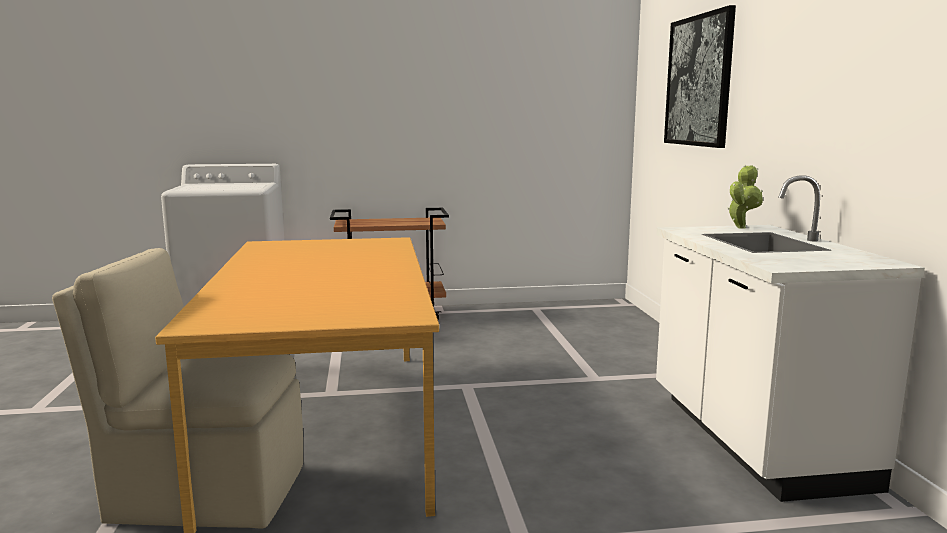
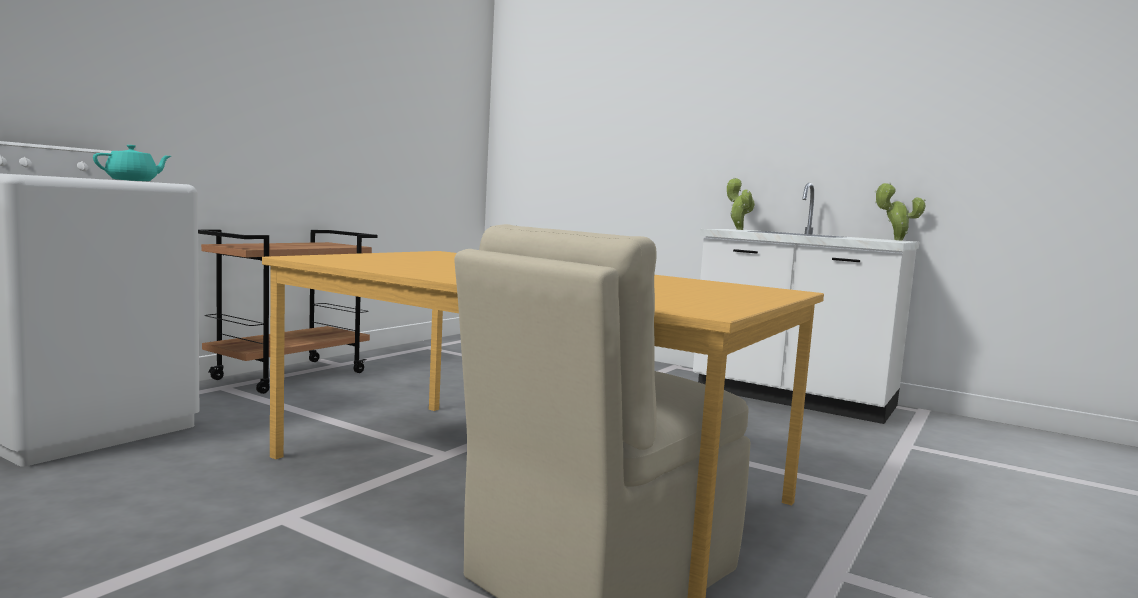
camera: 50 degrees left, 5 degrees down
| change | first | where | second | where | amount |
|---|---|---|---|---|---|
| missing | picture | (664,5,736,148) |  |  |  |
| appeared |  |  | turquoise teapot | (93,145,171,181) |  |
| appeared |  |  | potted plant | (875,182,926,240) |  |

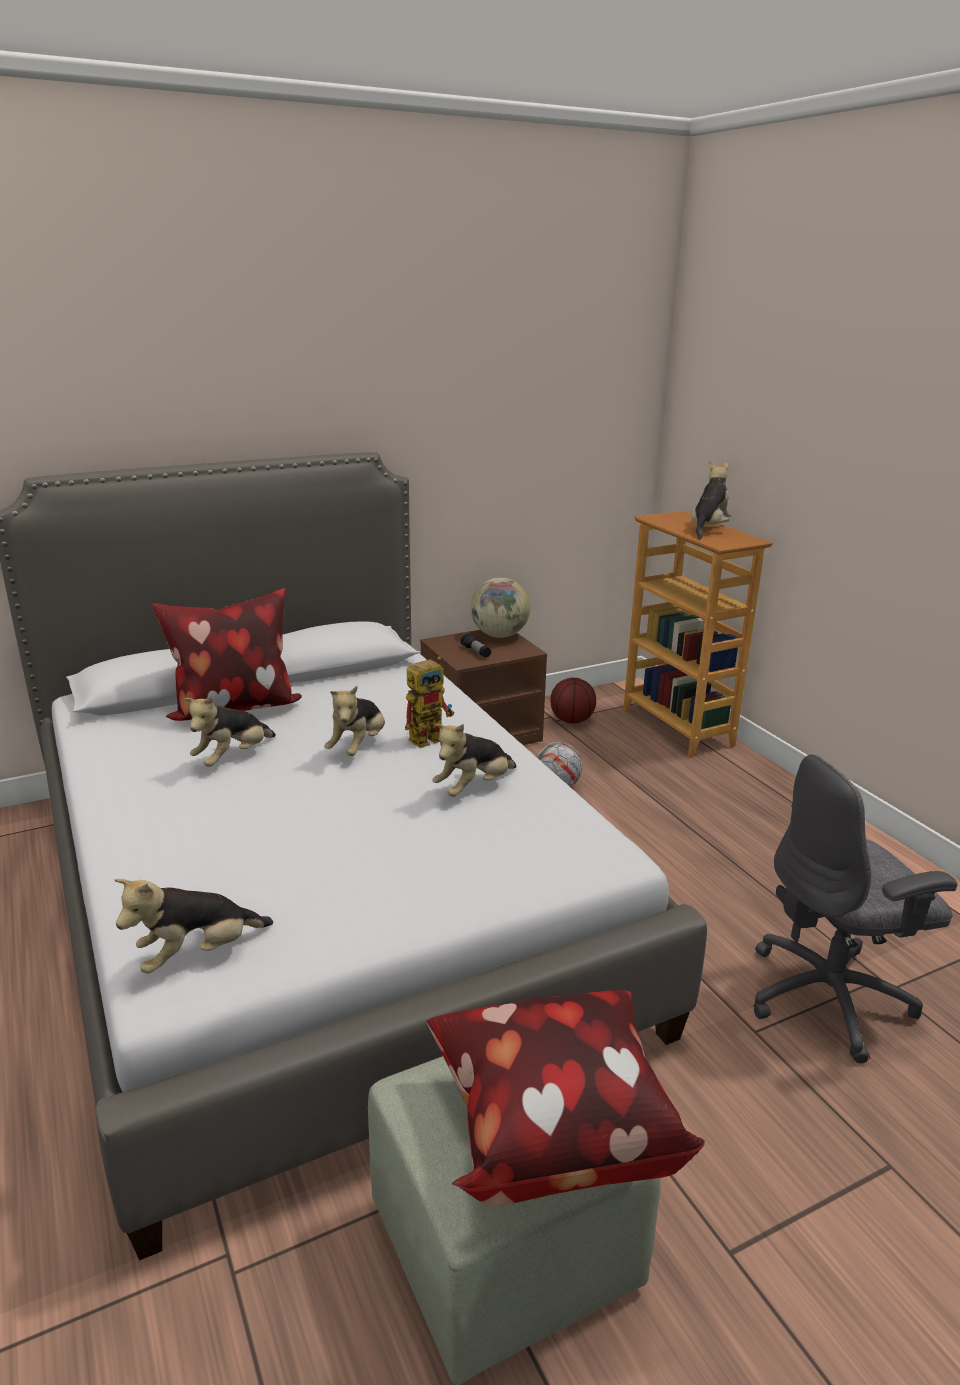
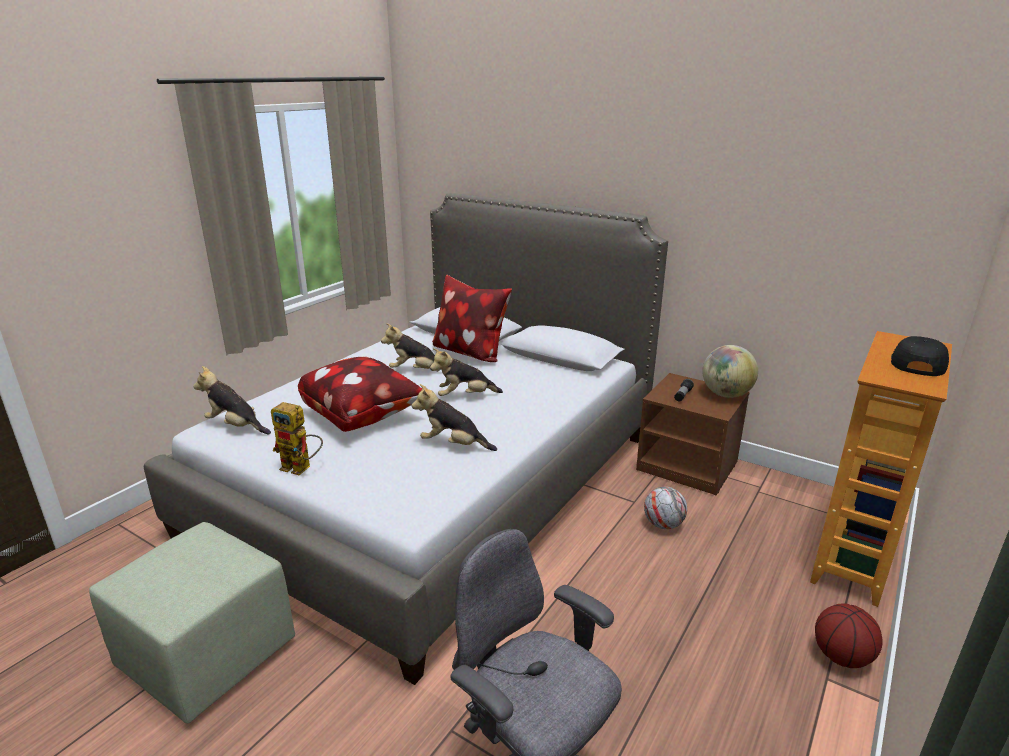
camera: 60 degrees right, 0 degrees up
| change | first | where | second | where | amount |
|---|---|---|---|---|---|
| relocated | toy robot | (405,656,454,748) |  | (271,402,323,475) |  |
| relocated | pillow | (427,990,705,1207) |  | (298,357,422,432) |  |
| relocated | basketball | (550,678,596,724) |  | (815,603,883,668) |  |
| exchanged | plush toy | (691,461,731,539) | black cap | (891,336,949,376) |  |

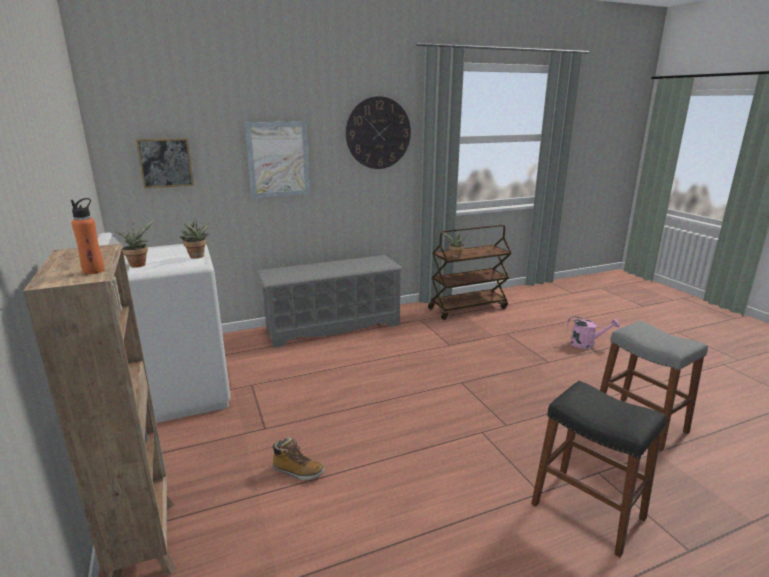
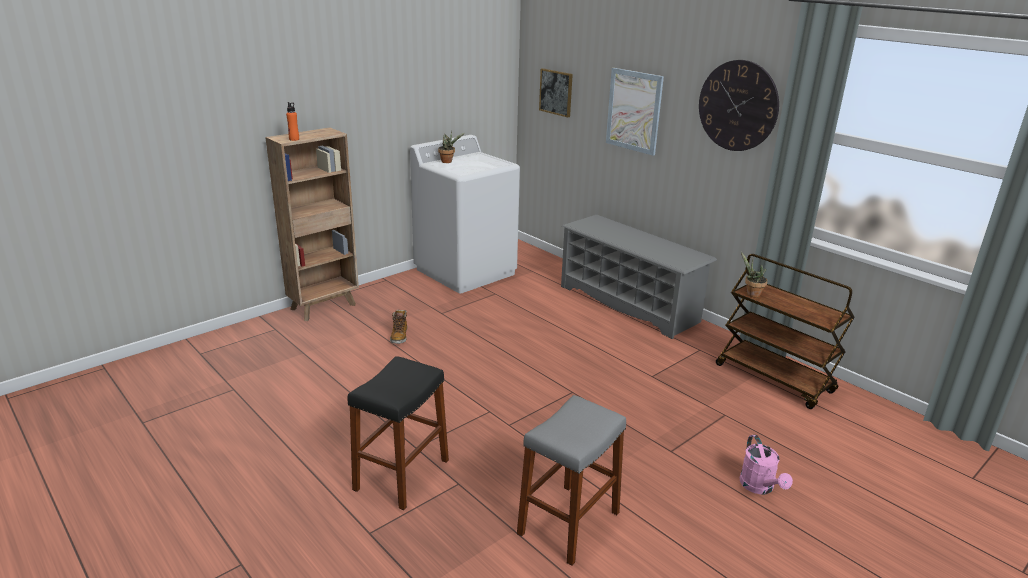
camera: 70 degrees right, 5 degrees up
| change | first | where | second | where | amount |
|---|---|---|---|---|---|
| missing | potted plant | (180,219,210,259) |  |  |  |

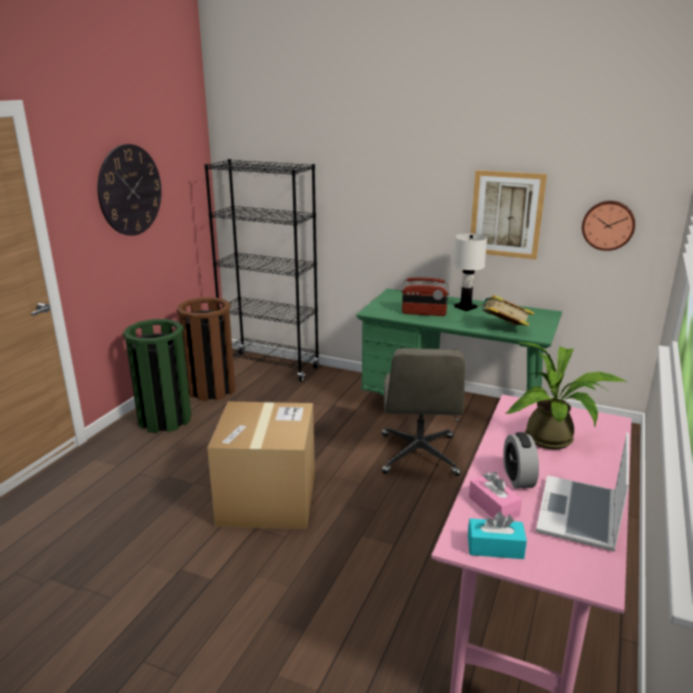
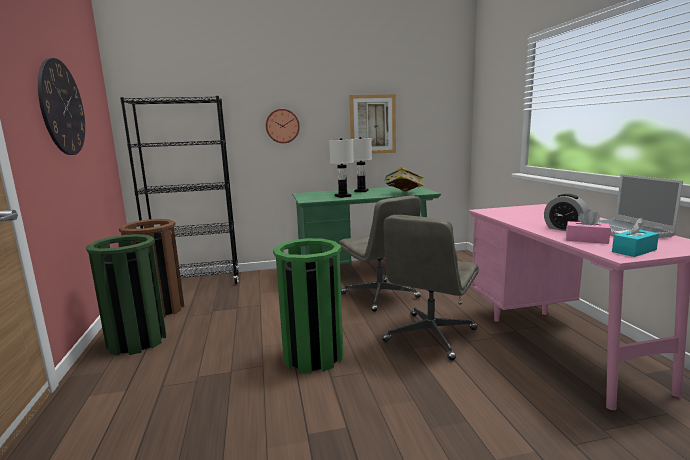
camera: 35 degrees left, 10 degrees down
| change | first | where | second | where | amount |
|---|---|---|---|---|---|
| exchanged | cardboard box | (207,402,315,529) | green trash can | (273,238,343,373) |  |
| exchanged | radio | (401,277,450,316) | white table lamp | (329,138,354,198) |  |
| missing | potted plant | (506,342,628,450) |  |  |  |
| relocated | wall clock | (582,201,635,251) |  | (266,109,300,143) |  |
| appeared |  |  | grey office chair | (382,215,479,361) |  |

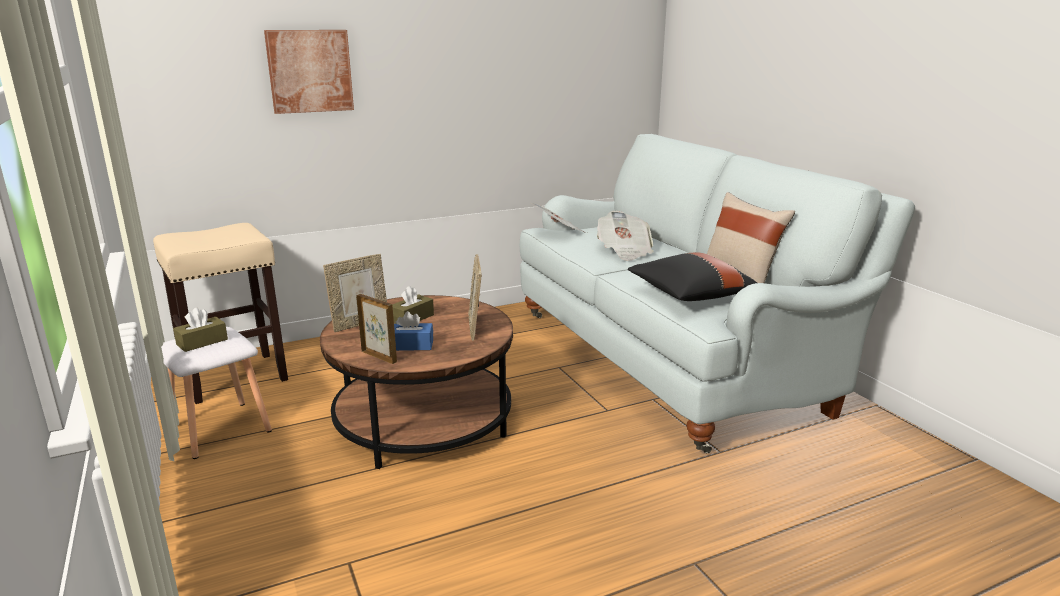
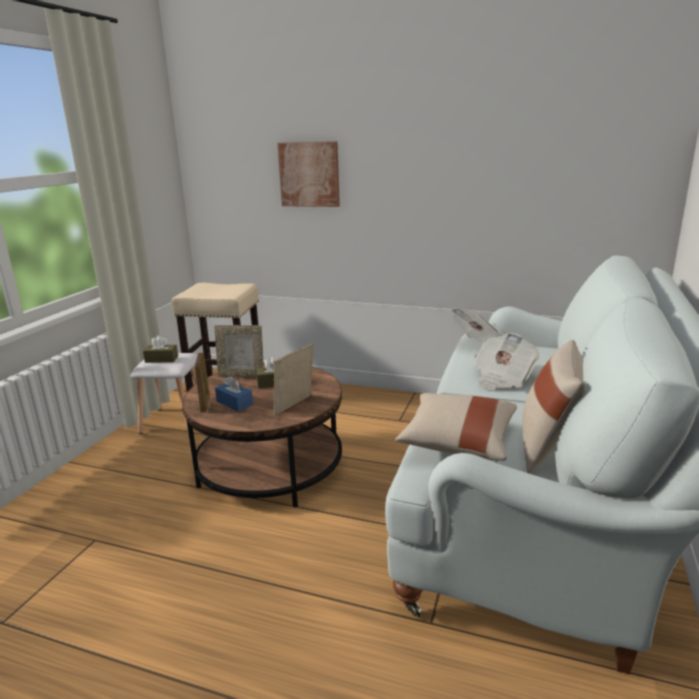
camera: 45 degrees right, 0 degrees up
| change | first | where | second | where | amount |
|---|---|---|---|---|---|
| colour | black pillow | (628,252,757,301) | beige pillow | (395,393,517,461) |  |

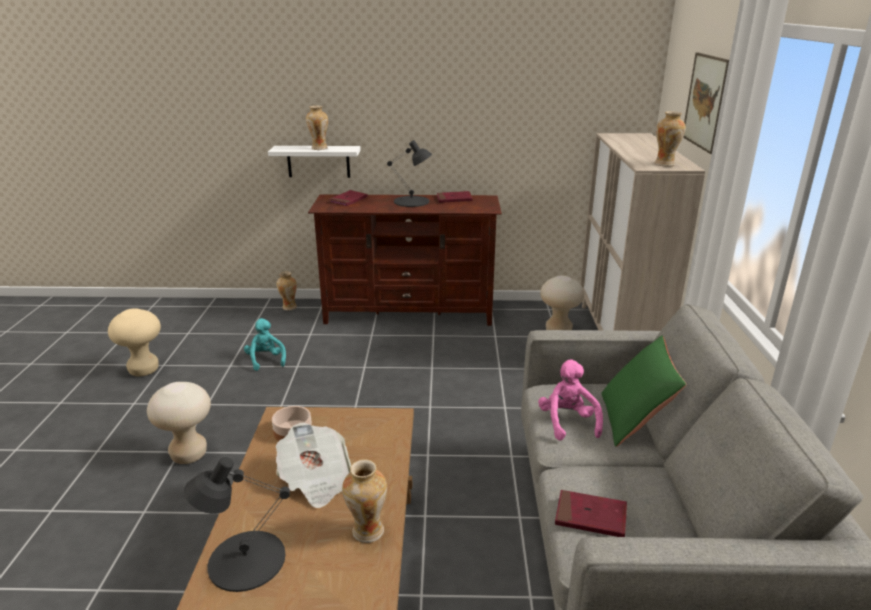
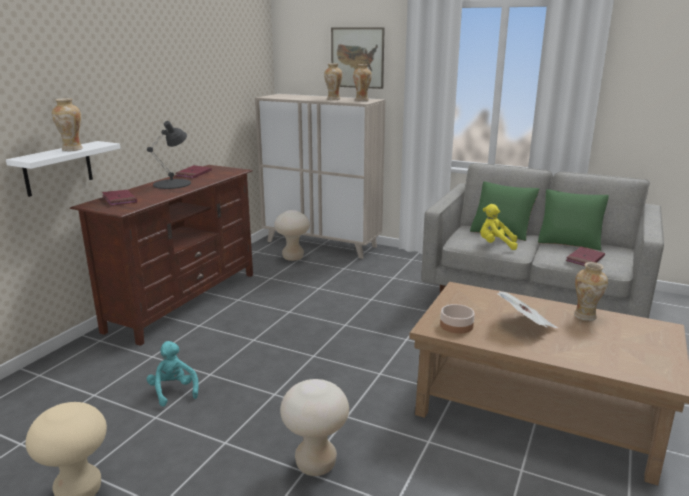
camera: 65 degrees left, 5 degrees down
| change | first | where | second | where | amount |
|---|---|---|---|---|---|
| missing | black table lamp | (184,457,290,592) |  |  |  |
| spun | turquoise plush toy | (244,318,286,371) |  | (147,341,199,407) | 60 degrees clockwise |
| relocated | vase | (276,272,297,310) |  | (324,63,343,100) |  |
| colour | pink plush toy | (538,360,603,441) | yellow plush toy | (480,204,518,250) |  |
| appeared |  |  | green pillow | (538,189,609,251) |  |

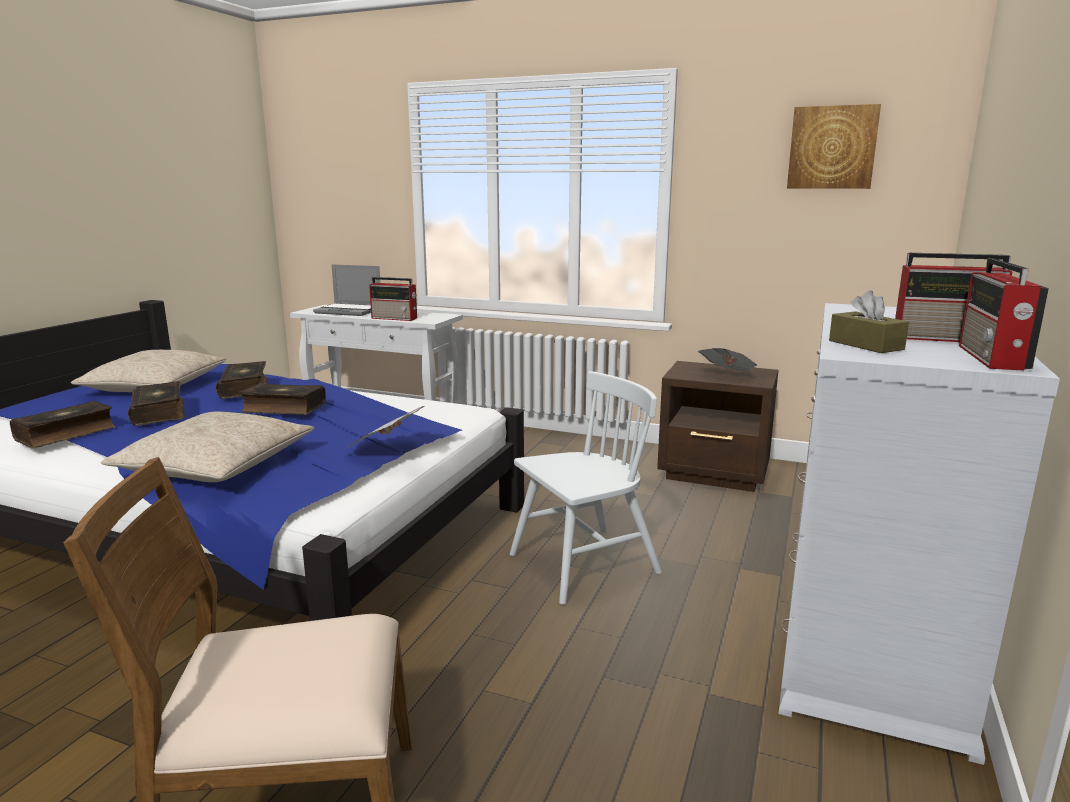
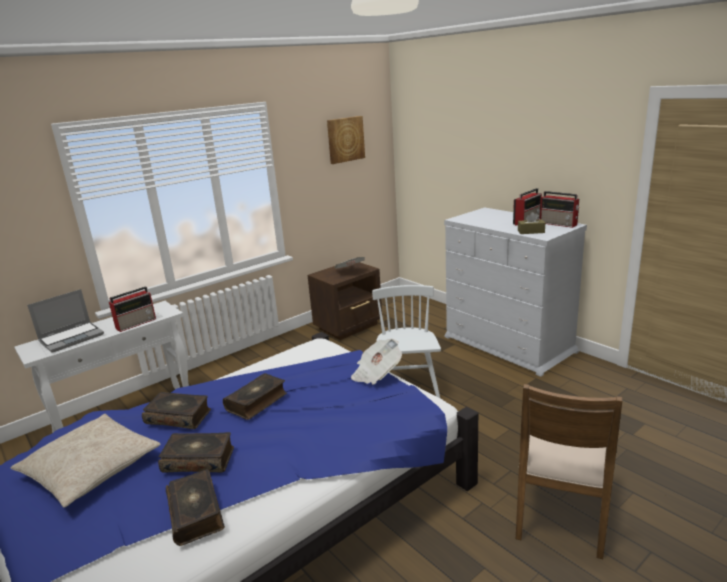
camera: 60 degrees left, 5 degrees up
| change | first | where | second | where | amount |
|---|---|---|---|---|---|
| missing | beige pillow | (101,412,314,482) |  |  |  |

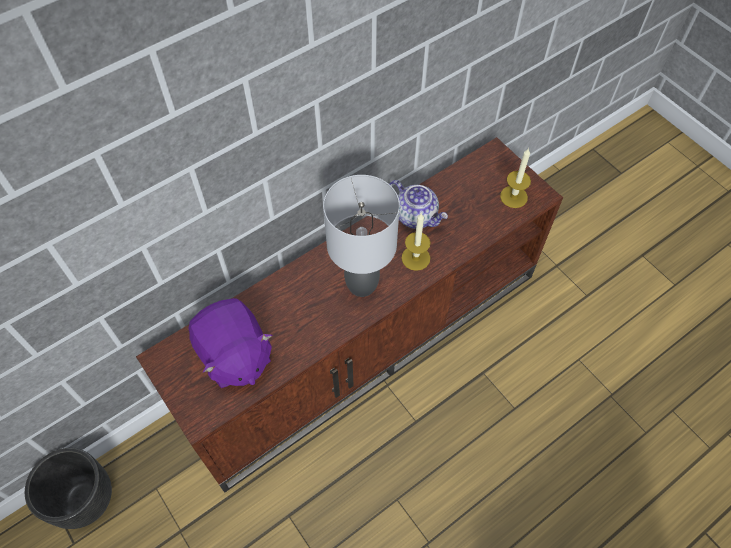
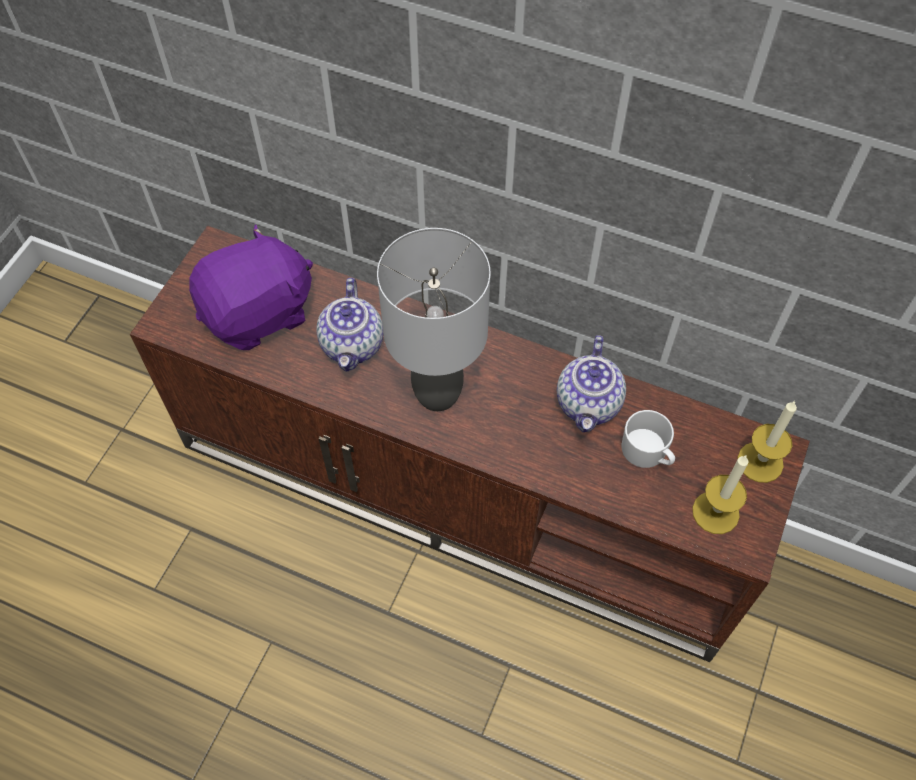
camera: 60 degrees right, 0 degrees up
| change | first | where | second | where | amount |
|---|---|---|---|---|---|
| missing | black planter | (25,448,112,529) |  |  |  |
| spun | purple plush toy | (188,298,272,388) |  | (189,224,313,350) | 150 degrees counterclockwise |
| relocated | candle | (401,213,431,271) |  | (737,401,797,483) |  |
| appeared |  |  | teapot | (316,278,383,372) |  |
| appeared |  |  | white mug | (621,410,675,468) |  |

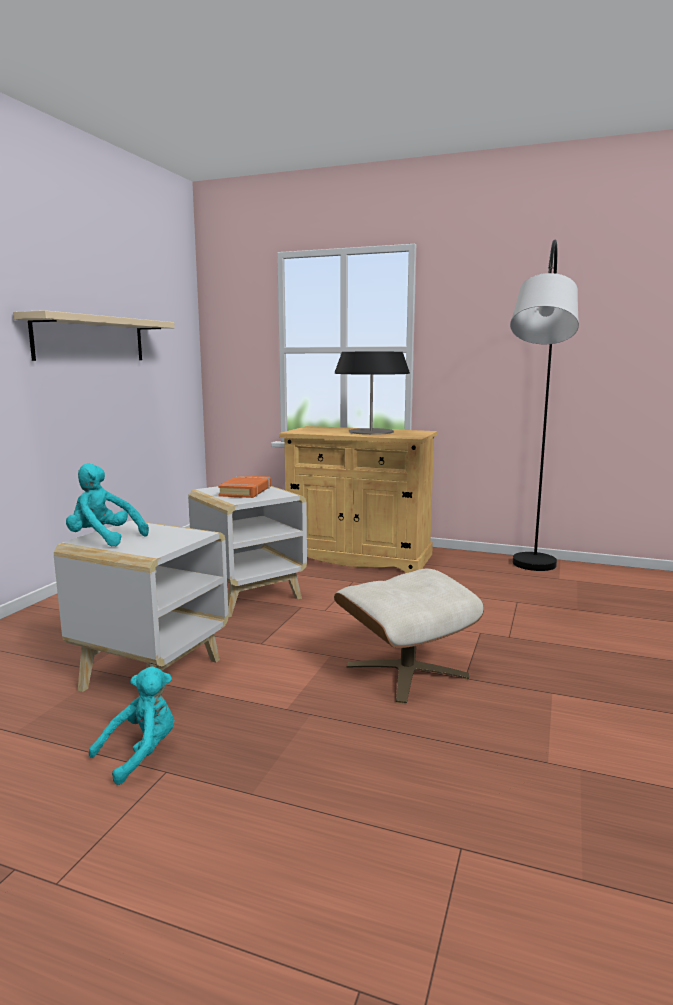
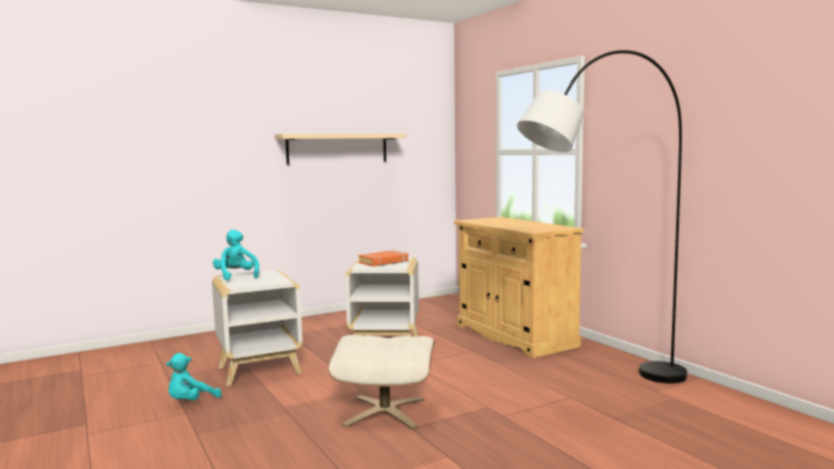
camera: 40 degrees right, 5 degrees down
| change | first | where | second | where | amount |
|---|---|---|---|---|---|
| spun | turquoise plush toy | (89,666,174,785) |  | (166,353,222,400) | 135 degrees clockwise |
| missing | table lamp | (335,352,410,435) |  |  |  |

